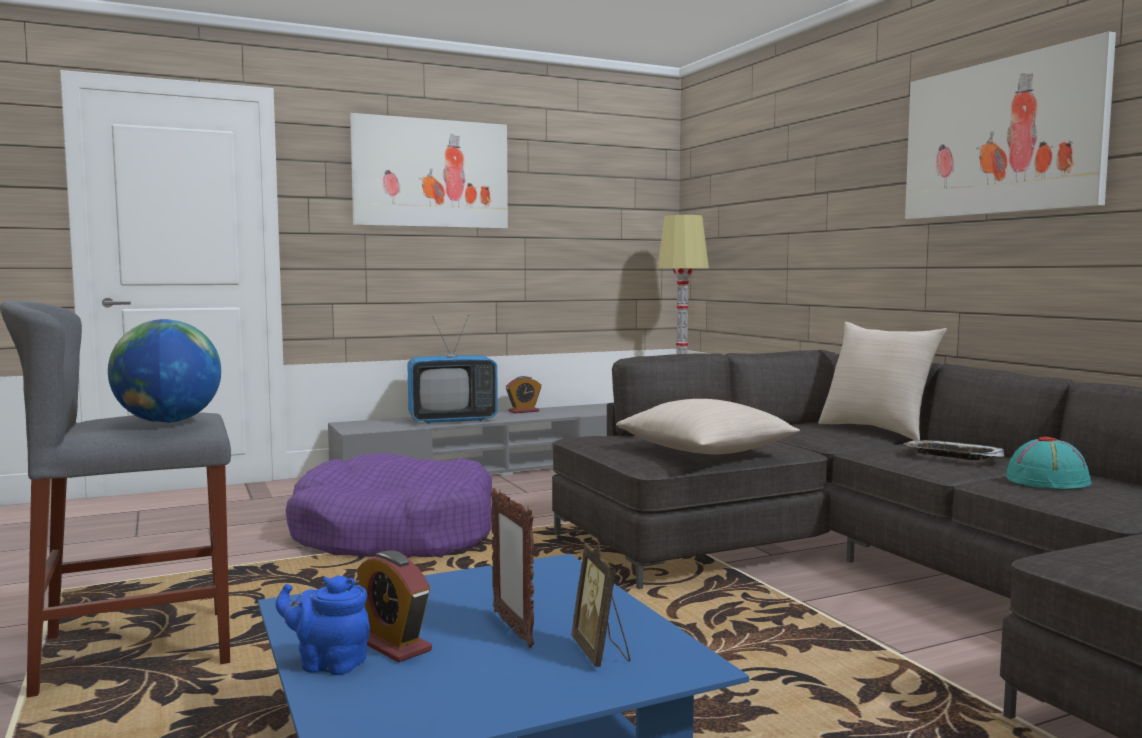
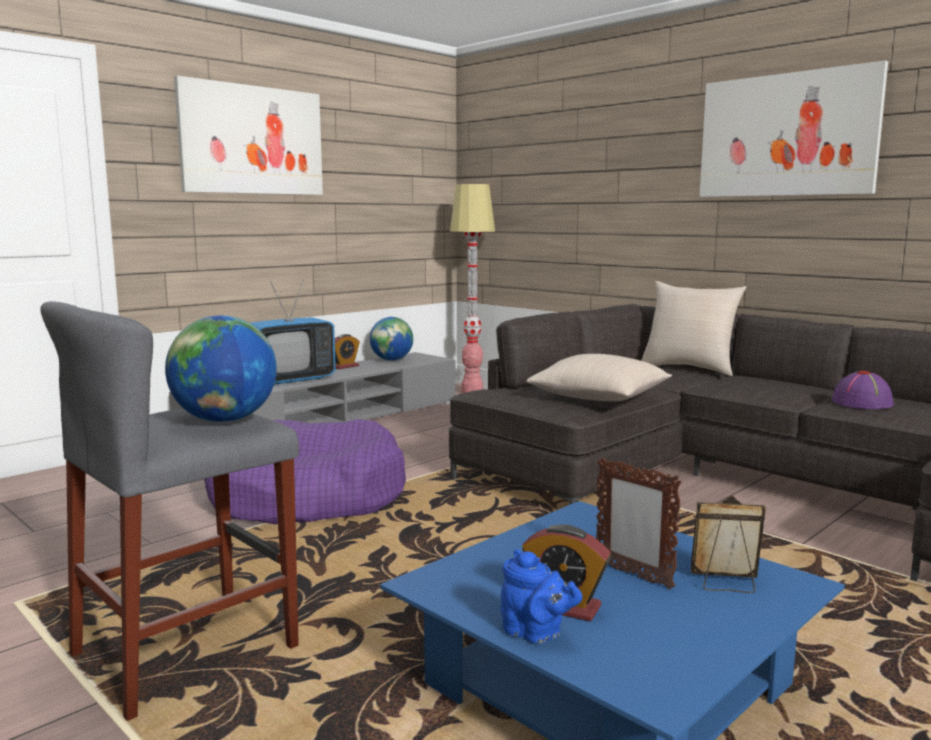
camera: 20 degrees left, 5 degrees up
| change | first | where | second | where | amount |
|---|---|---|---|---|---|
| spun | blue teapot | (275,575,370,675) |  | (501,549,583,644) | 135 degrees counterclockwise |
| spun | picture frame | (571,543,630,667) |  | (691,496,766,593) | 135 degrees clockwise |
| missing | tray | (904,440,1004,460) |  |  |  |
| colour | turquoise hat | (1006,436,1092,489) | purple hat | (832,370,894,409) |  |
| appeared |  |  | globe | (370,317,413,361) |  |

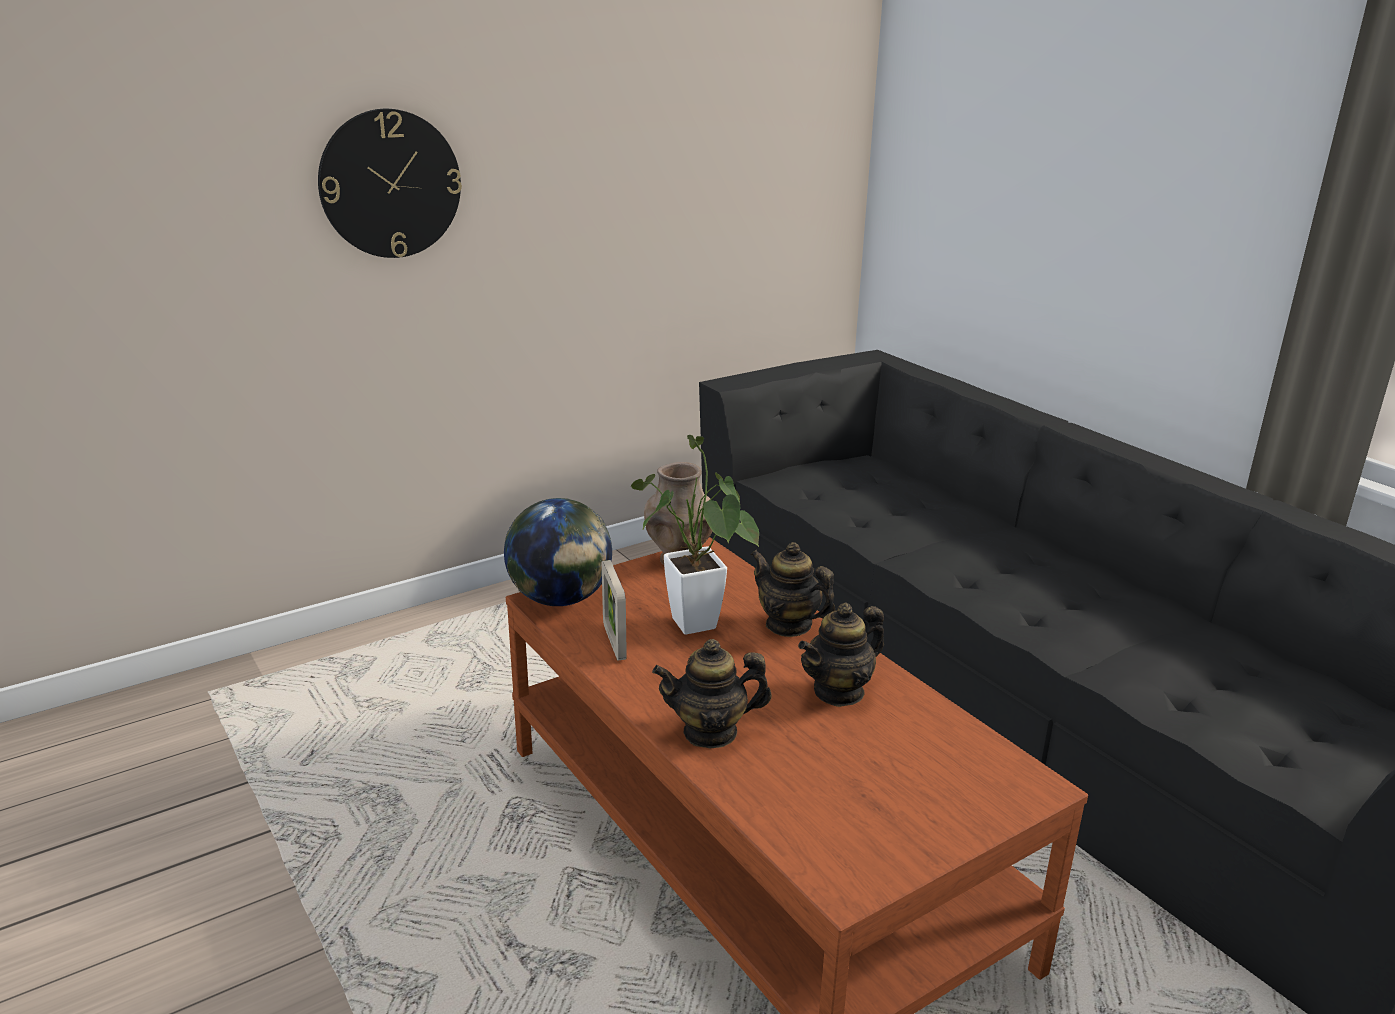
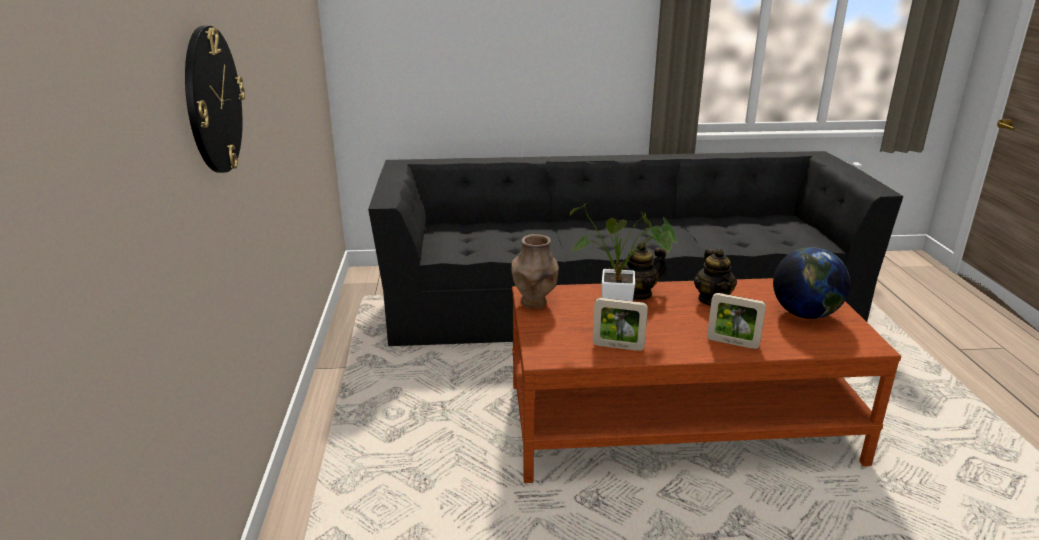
camera: 60 degrees left, 0 degrees up
| change | first | where | second | where | amount |
|---|---|---|---|---|---|
| relocated | globe | (504,498,612,606) |  | (773,247,850,319) |  |
| exchanged | teapot | (652,639,772,749) | picture frame | (707,293,766,349) |  |

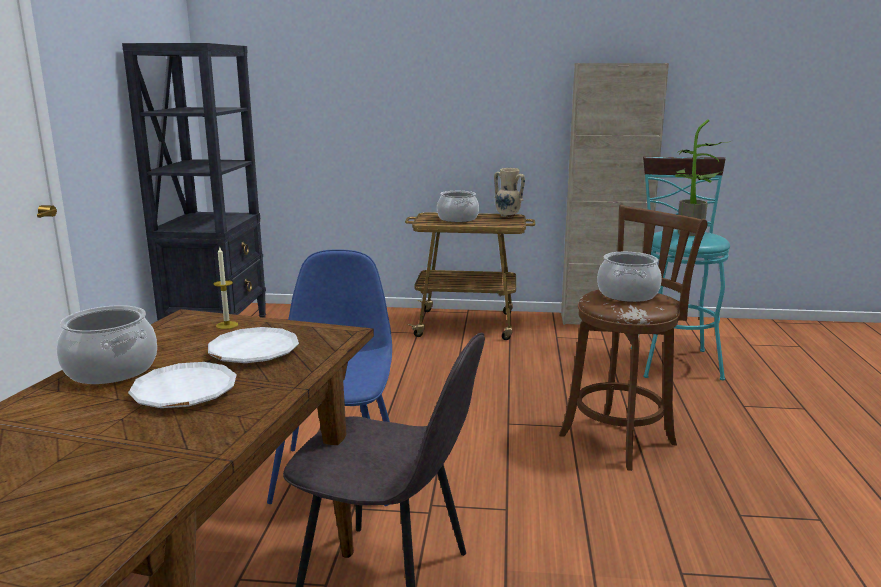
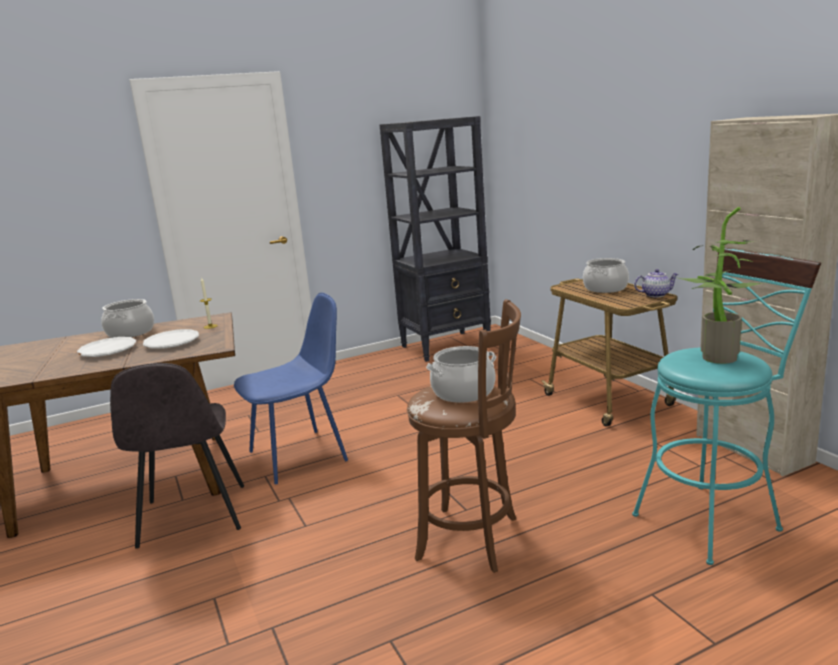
camera: 60 degrees right, 0 degrees up
| change | first | where | second | where | amount |
|---|---|---|---|---|---|
| exchanged | beige vase | (494,168,525,217) | teapot | (634,269,678,297) |  |

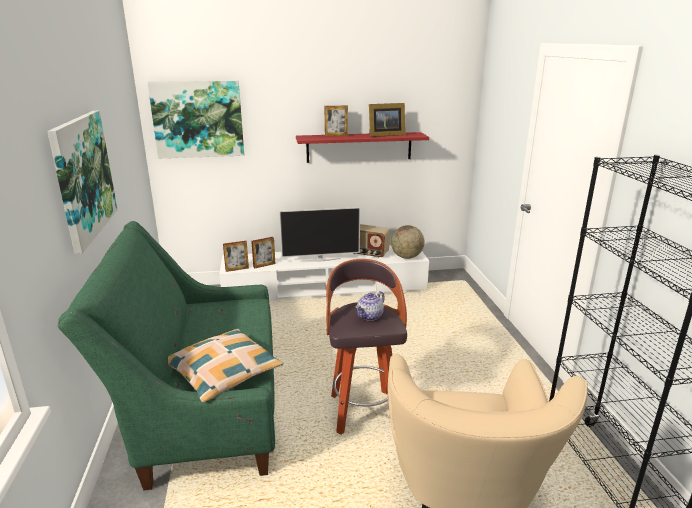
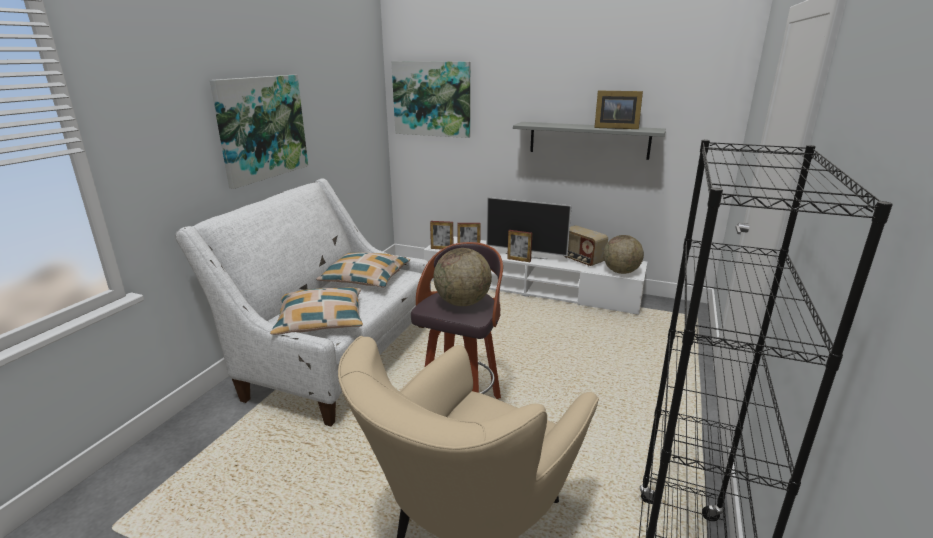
camera: 30 degrees right, 0 degrees up
| change | first | where | second | where | amount |
|---|---|---|---|---|---|
| colour | green sofa | (58,221,275,490) | white sofa | (175,178,431,426) |  |
| colour | red shelf | (296,132,429,163) | grey shelf | (513,122,666,160) |  |
| relocated | picture frame | (324,106,348,136) |  | (507,230,532,262) |  |
| exchanged | teapot | (356,291,385,321) | globe | (433,248,492,306) |  |
| appeared |  |  | pillow | (316,252,410,287) |  |

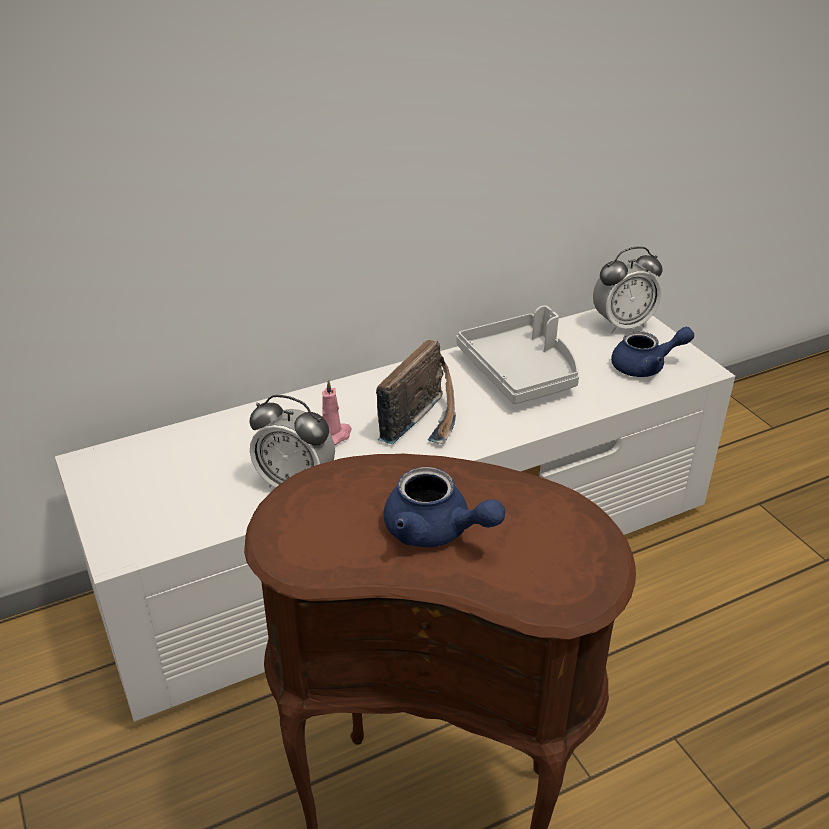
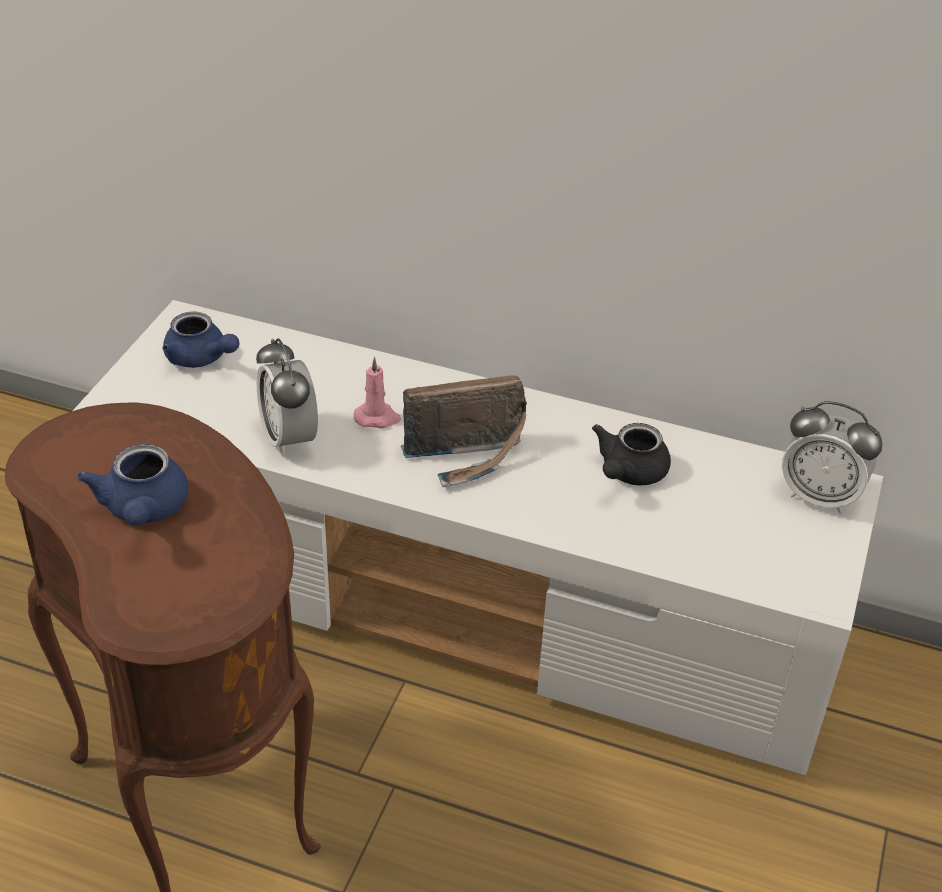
camera: 45 degrees right, 5 degrees up
| change | first | where | second | where | amount |
|---|---|---|---|---|---|
| exchanged | grey tray | (456,305,579,404) | black teapot | (592,423,671,486) |  |
| relocated | blue teapot | (611,327,694,377) |  | (162,311,239,368) |  |

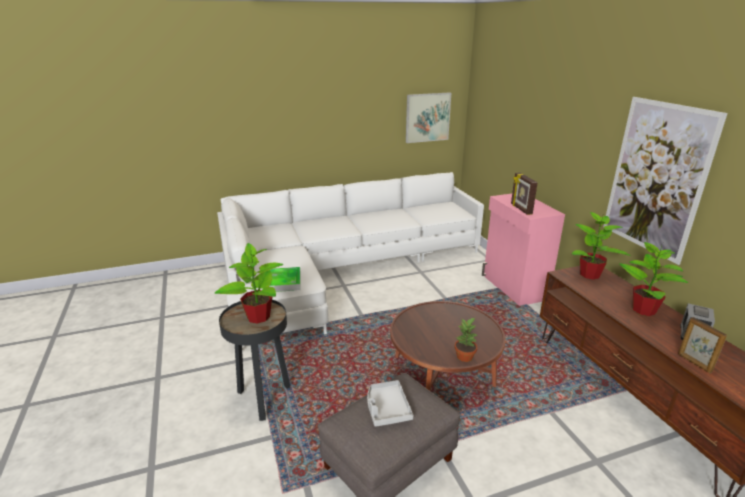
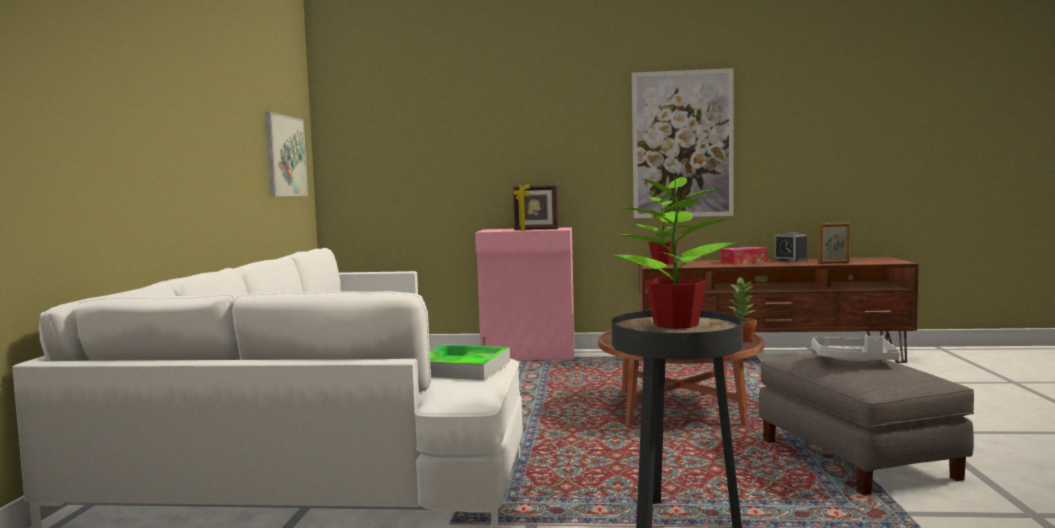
camera: 65 degrees left, 20 degrees down
| change | first | where | second | where | amount |
|---|---|---|---|---|---|
| exchanged | potted plant | (619,242,688,316) | tissue box | (720,247,767,264) |  |

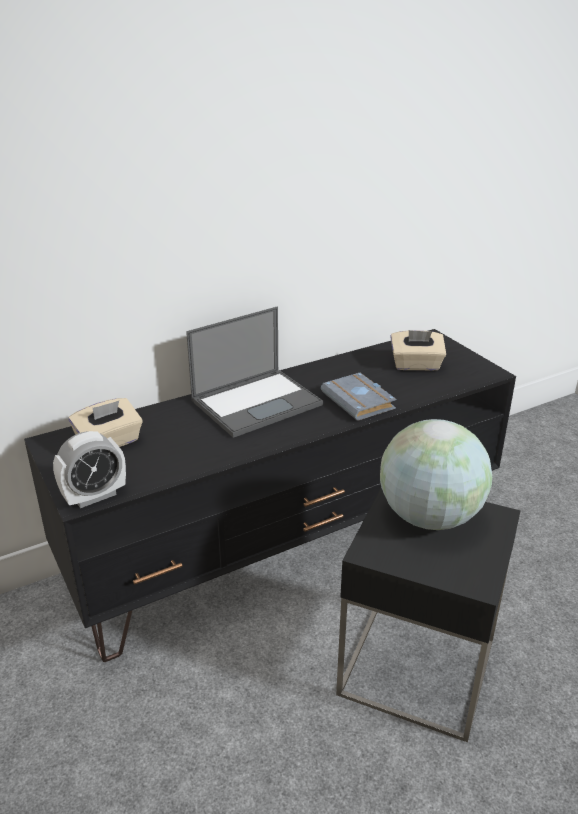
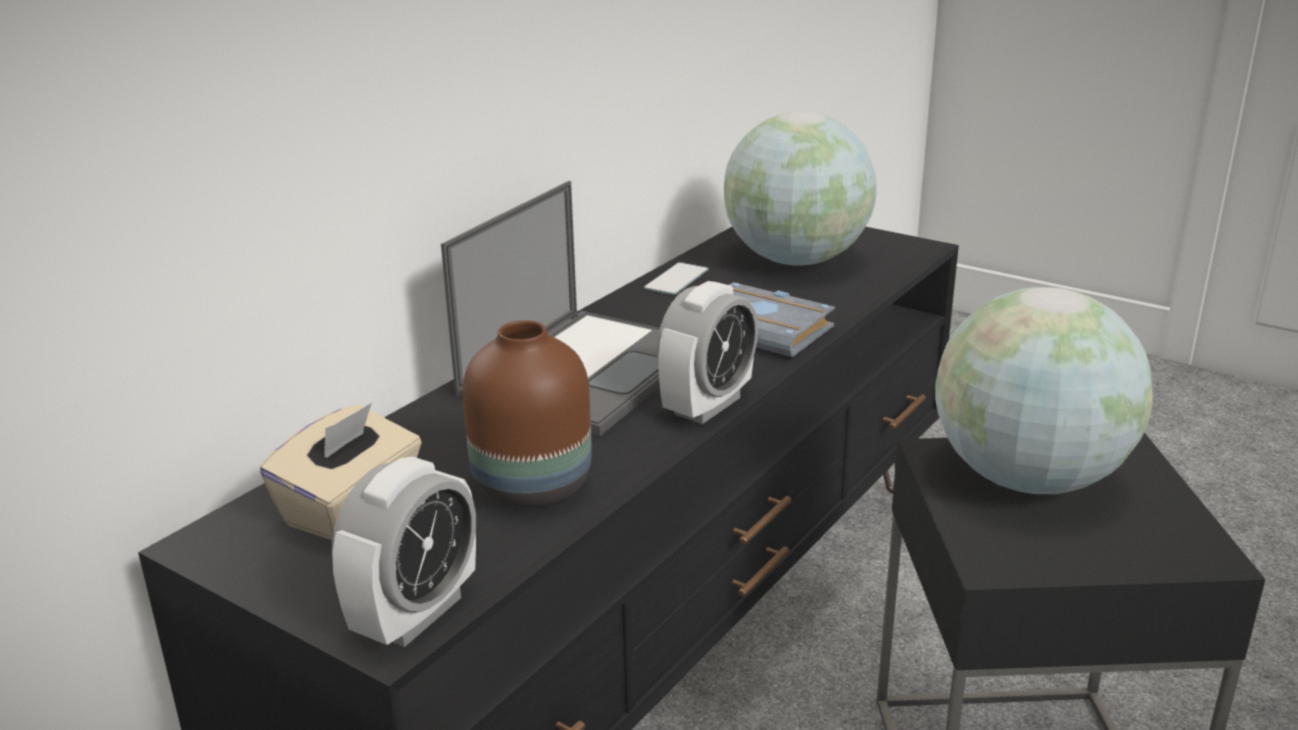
camera: 25 degrees left, 5 degrees down
| change | first | where | second | where | amount |
|---|---|---|---|---|---|
| exchanged | beige tissue box | (390,330,446,371) | globe | (724,112,877,266) |  |
| appeared |  |  | brown vase | (463,320,592,507) |  |
| appeared |  |  | phone | (644,262,709,295) |  |
| appeared |  |  | alarm clock | (656,281,758,424) |  |

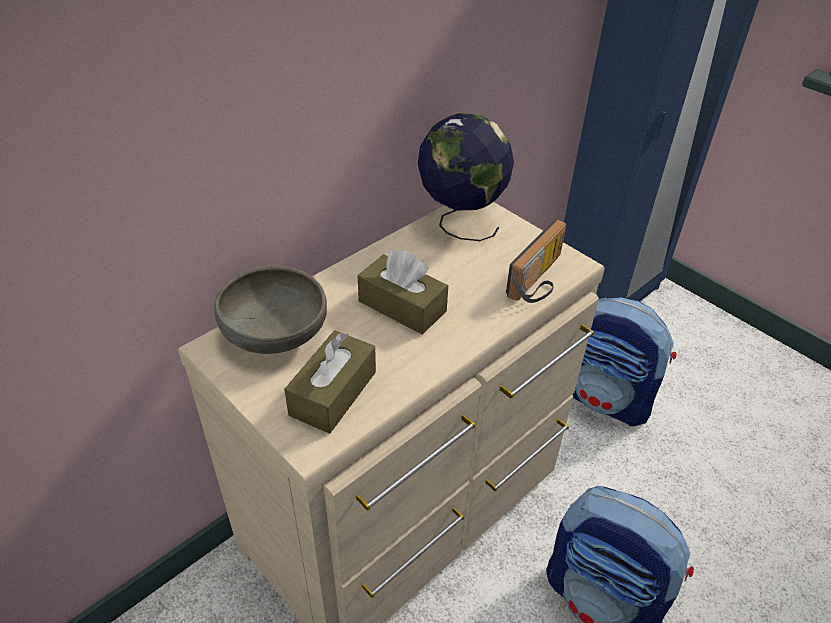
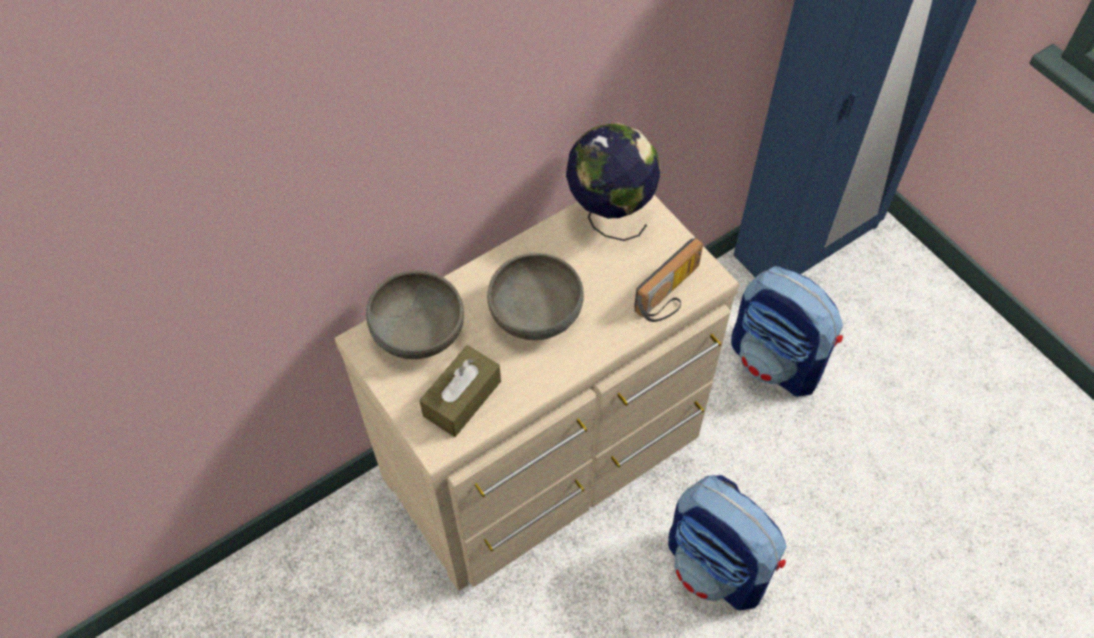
camera: 10 degrees right, 15 degrees up
| change | first | where | second | where | amount |
|---|---|---|---|---|---|
| exchanged | brown tissue box | (358,250,448,334) | grey bowl | (487,253,584,340) |  |

